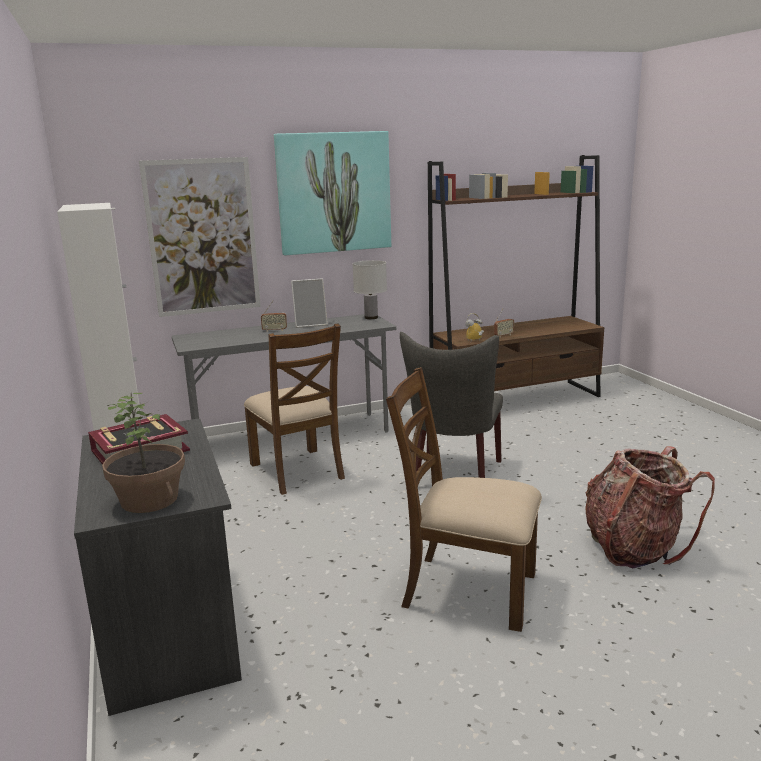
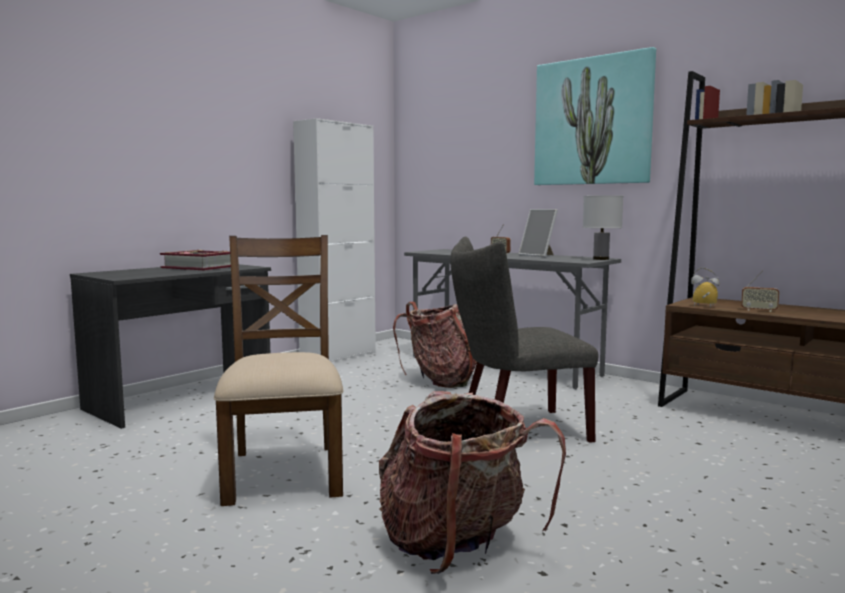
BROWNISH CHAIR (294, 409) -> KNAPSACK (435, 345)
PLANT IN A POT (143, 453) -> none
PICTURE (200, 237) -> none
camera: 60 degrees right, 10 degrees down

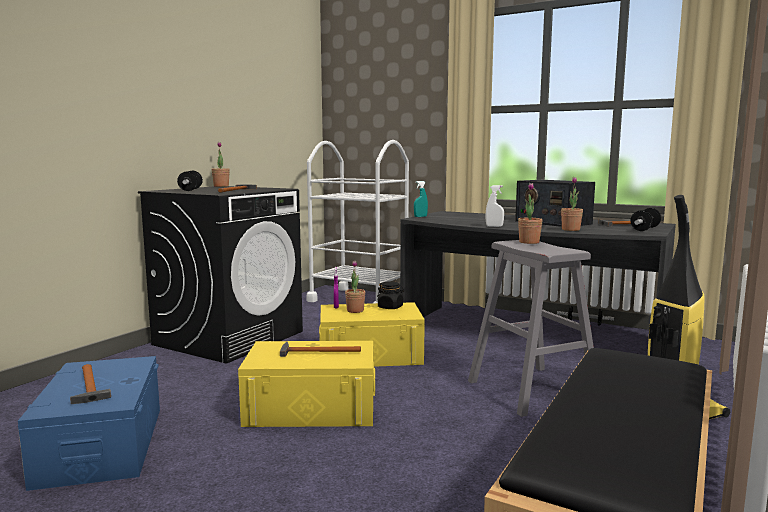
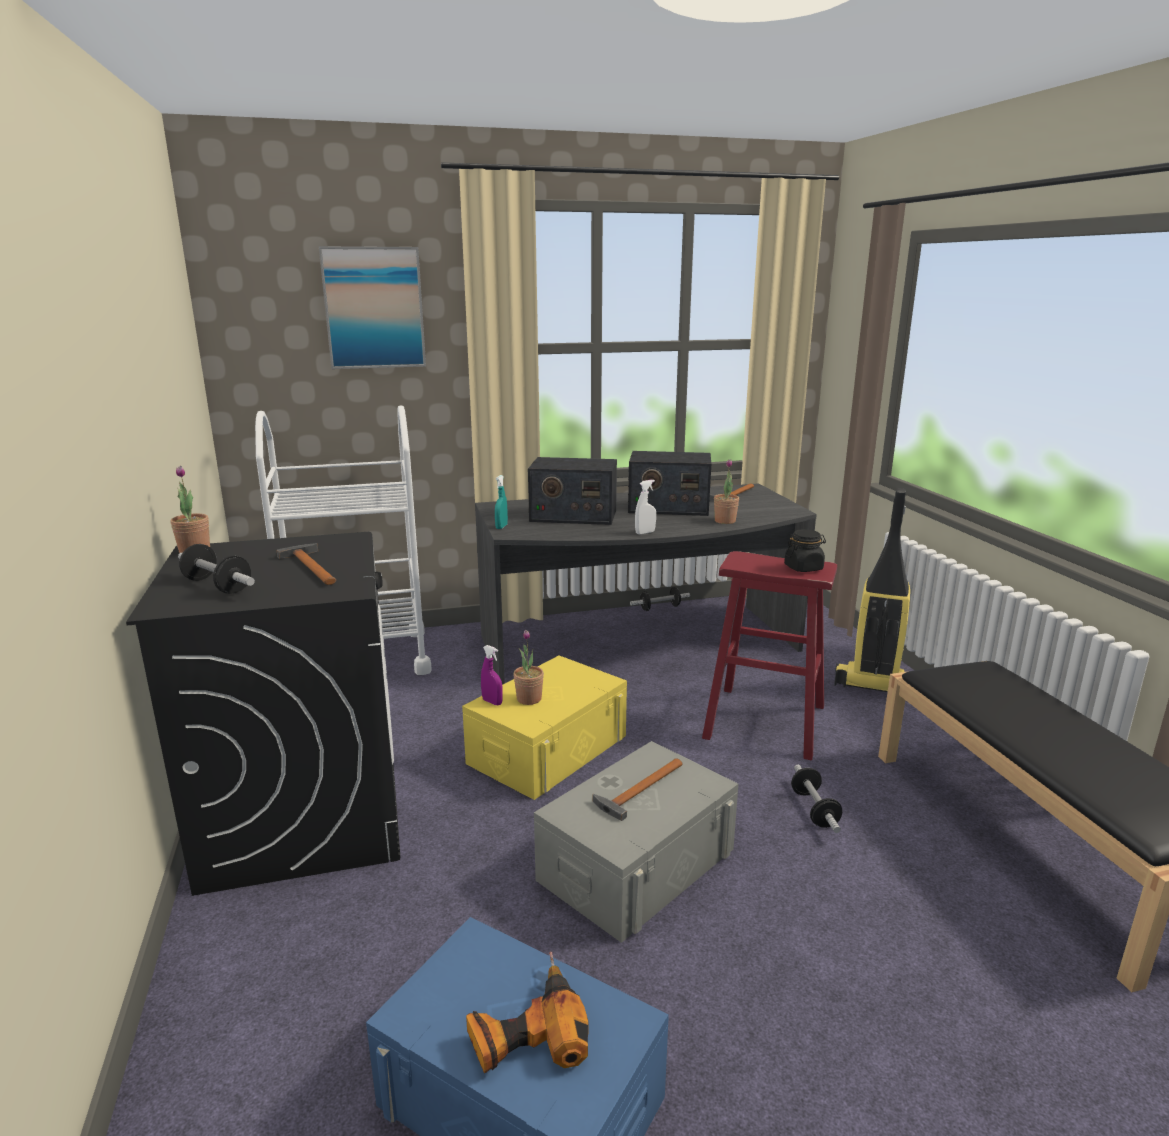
none -> PICTURE (372, 307)
HAND HAMMER (90, 384) -> ELECTRIC DRILL (527, 1012)
none -> RADIO SET (572, 491)
YELLOW STORAGE CONTAINER (306, 384) -> GRAY STORAGE CONTAINER (636, 842)
GRAY STOOL SEAT (531, 328) -> REDDISH STOOL SEAT (769, 655)
BLACK STORAGE JAR (390, 295) -> BLACK STORAGE JAR (805, 550), move
FREE WEIGHT (645, 219) -> FREE WEIGHT (816, 799), move
PLANT IN A POT (530, 213) -> none
camera: 45 degrees left, 10 degrees up

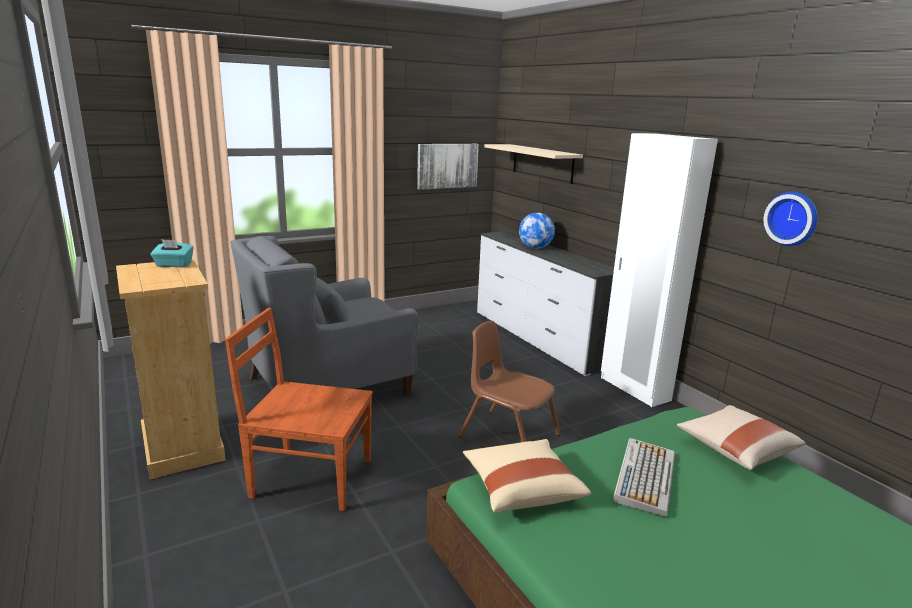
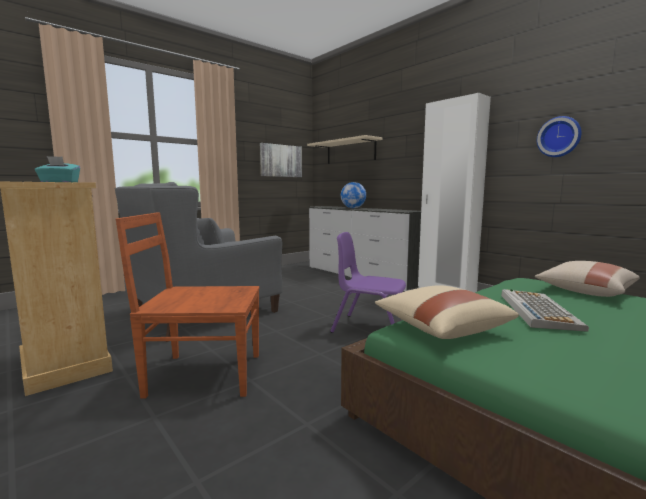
BROWNISH CHAIR (510, 381) -> PURPLE CHAIR (368, 282)
camera: 10 degrees left, 10 degrees down

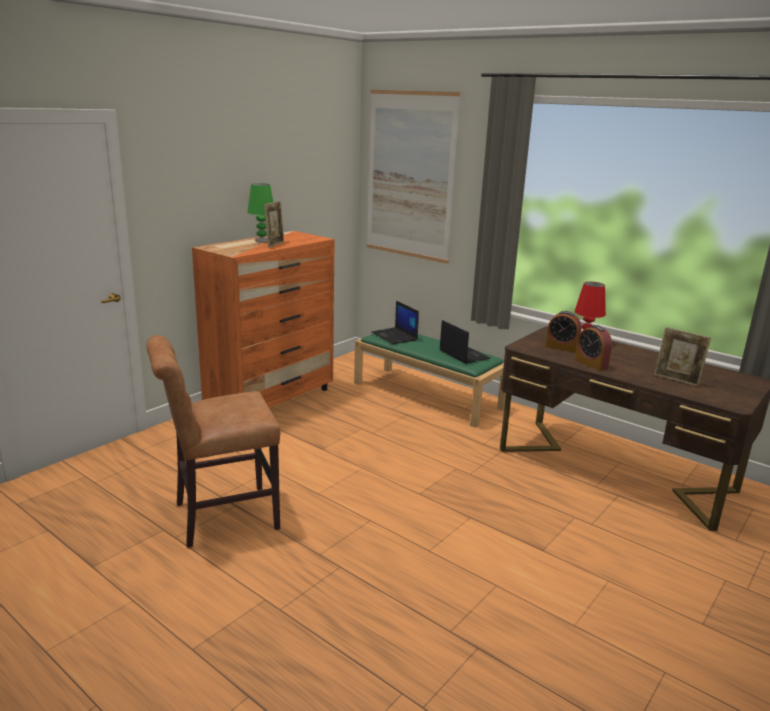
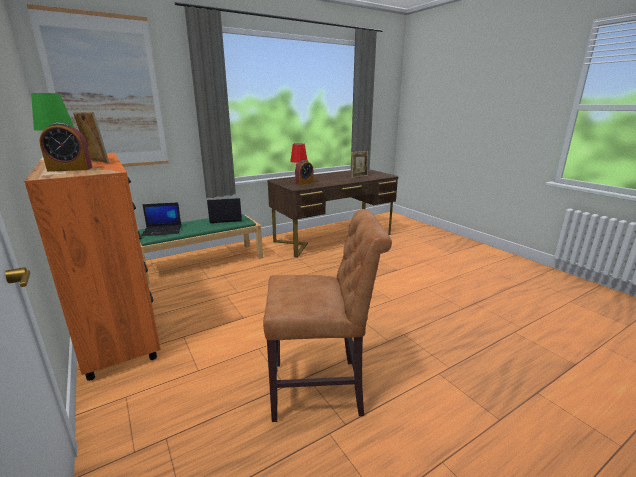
BEDSIDE CLOCK (593, 348) -> BEDSIDE CLOCK (65, 147), move
BROWNISH CHAIR (213, 441) -> BROWNISH CHAIR (327, 315), 90 degrees counterclockwise
camera: 70 degrees left, 0 degrees up

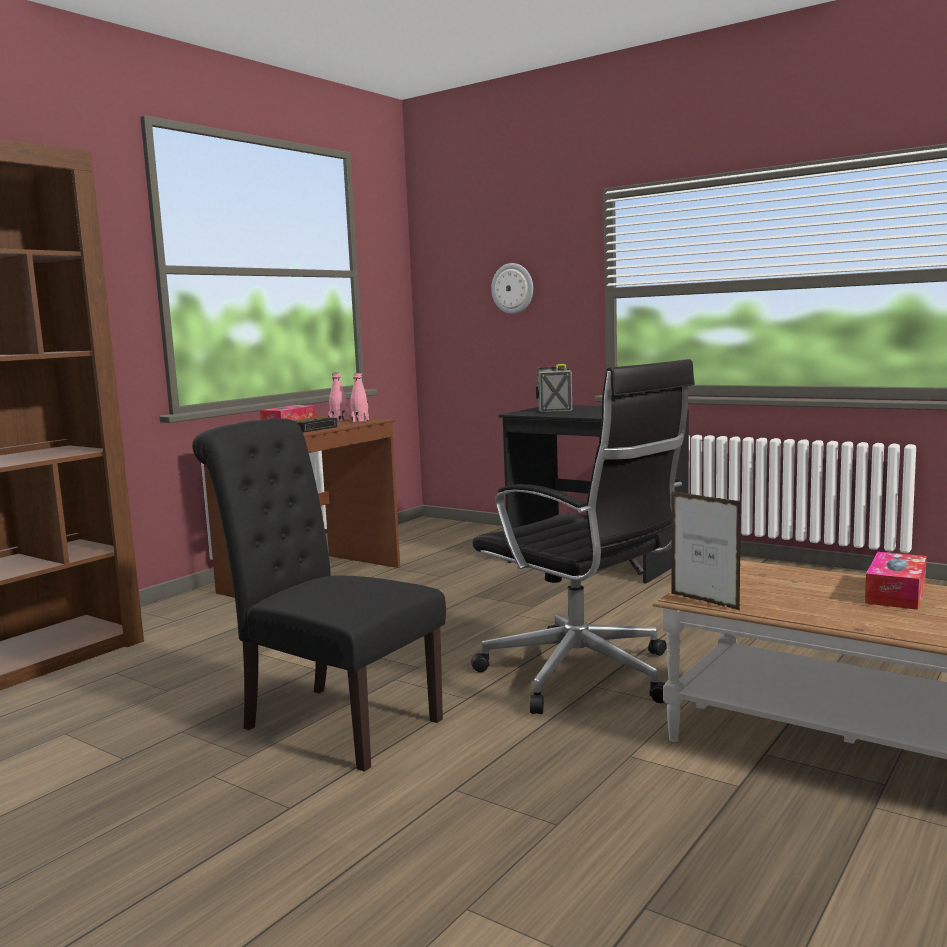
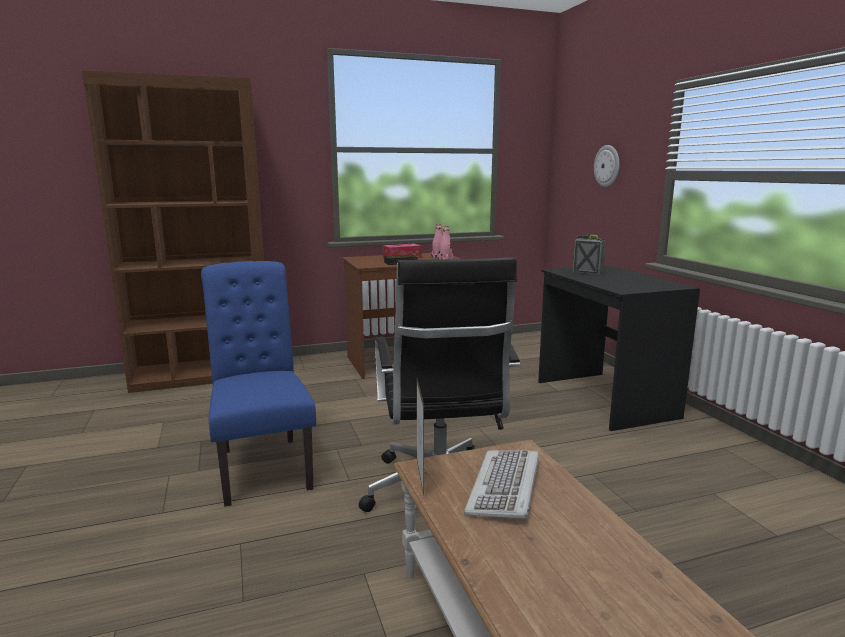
BLACK CHAIR (319, 595) -> BLUE CHAIR (258, 384)
none -> KEYBOARD (501, 485)
TISSUE HOLDER (896, 581) -> none
camera: 35 degrees right, 5 degrees up

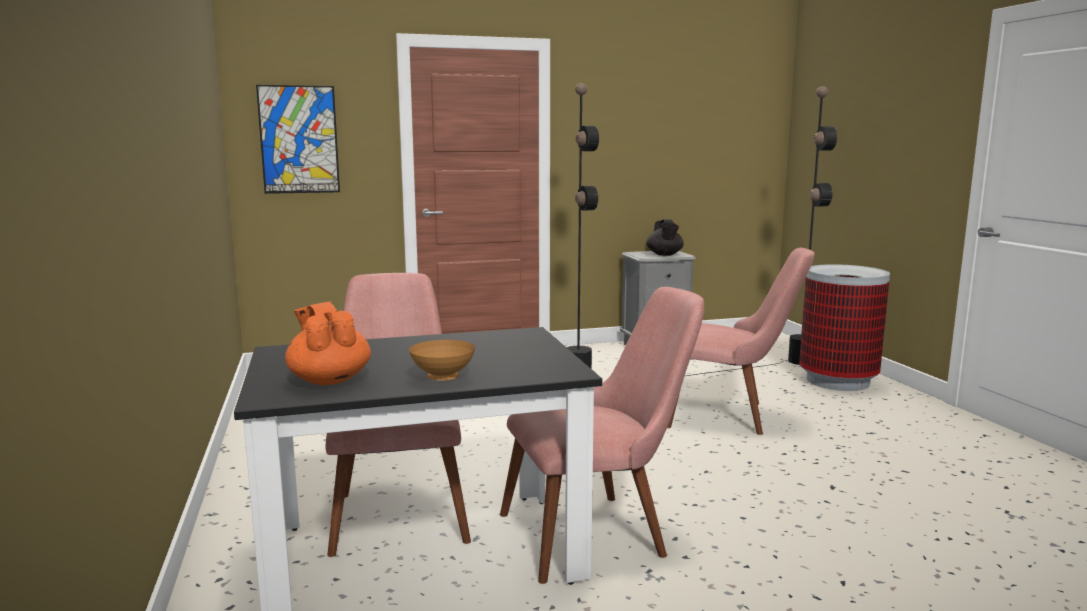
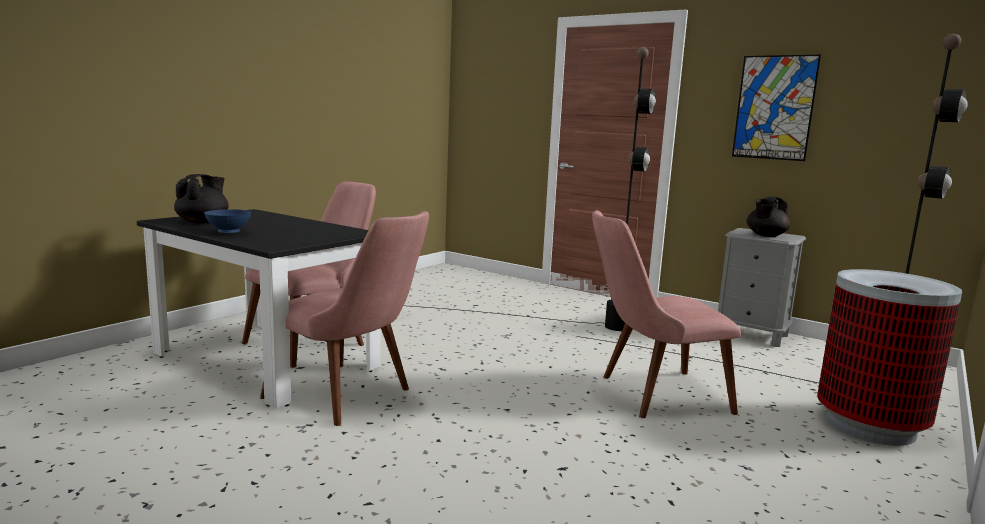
ORANGE TEA POT (328, 343) -> BLACK TEA POT (201, 199)
BROWNISH DEEP DISH (442, 360) -> BLUE DEEP DISH (227, 221)
PINK CHAIR (741, 341) -> PINK CHAIR (666, 314), 105 degrees clockwise
PICTURE (298, 139) -> PICTURE (776, 108), move
camera: 50 degrees right, 0 degrees up

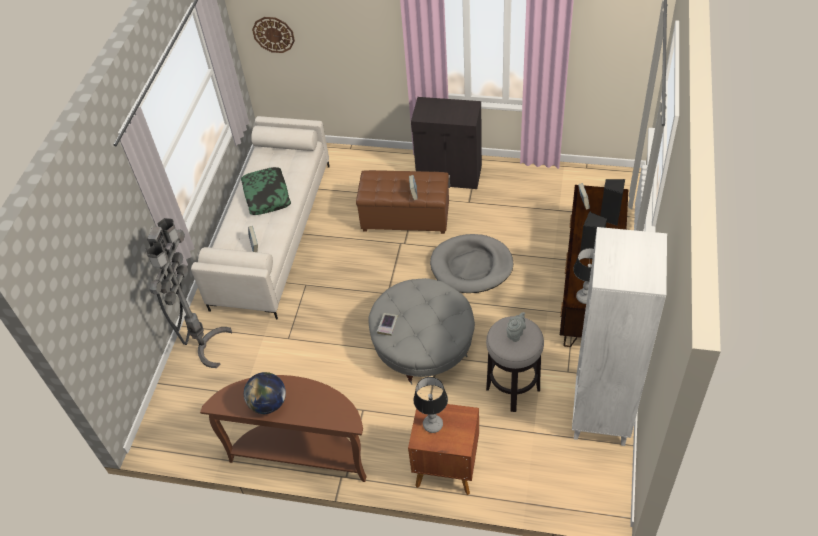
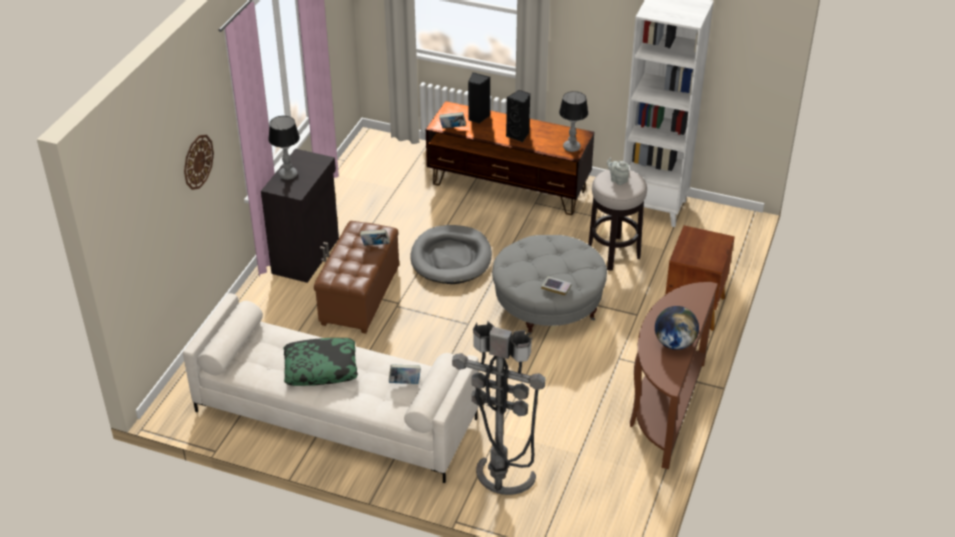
HANGING CLOCK (273, 35) -> HANGING CLOCK (199, 162), move
TABLETOP LAMP (430, 405) -> TABLETOP LAMP (284, 148), move
camera: 85 degrees left, 10 degrees down

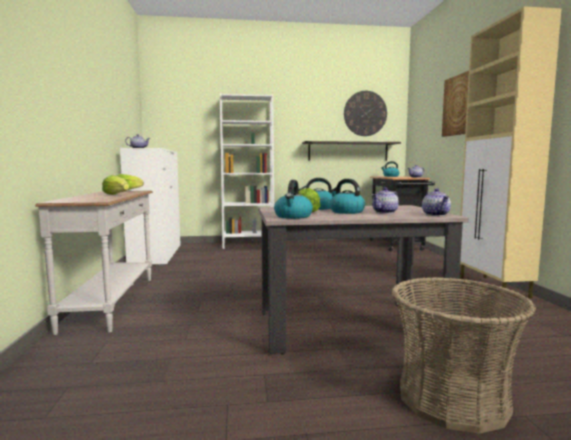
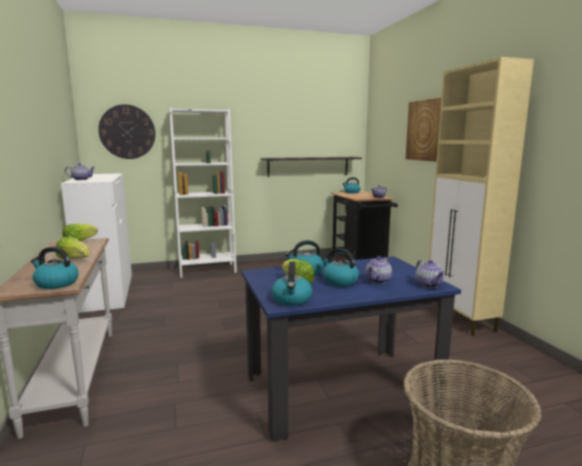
none -> TEA KETTLE (55, 267)
HANGING CLOCK (365, 113) -> HANGING CLOCK (127, 131), move
SAND-COLOURED KITCHEN TABLE (363, 280) -> BLUE KITCHEN TABLE (351, 348)
camera: 10 degrees left, 5 degrees up

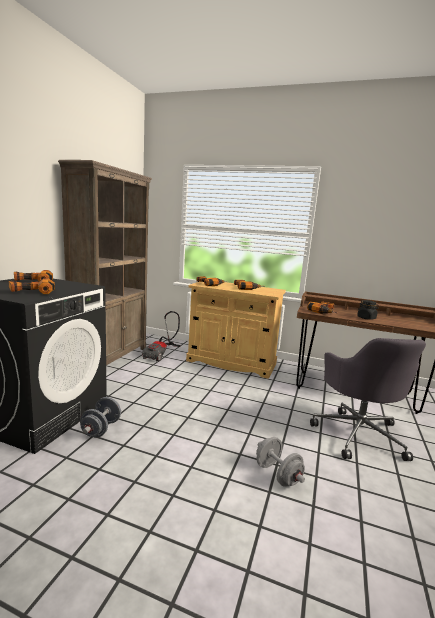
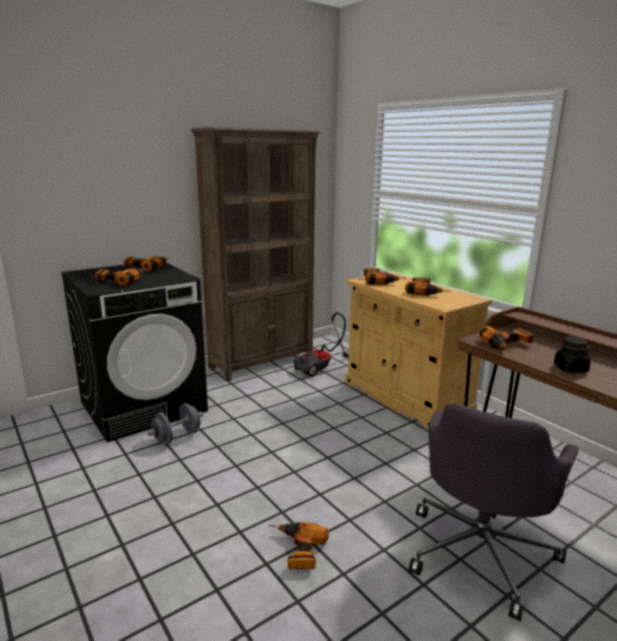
GRAY FREE WEIGHT (280, 462) -> ELECTRIC DRILL (299, 545)
camera: 35 degrees right, 5 degrees up

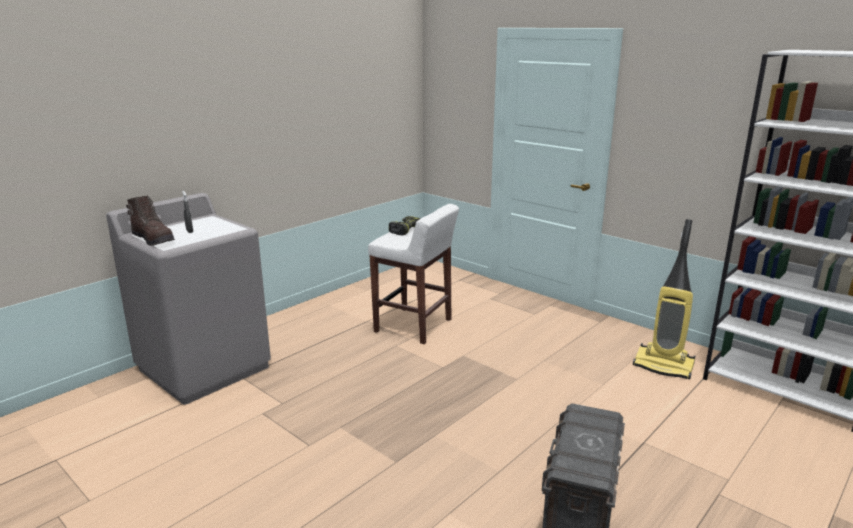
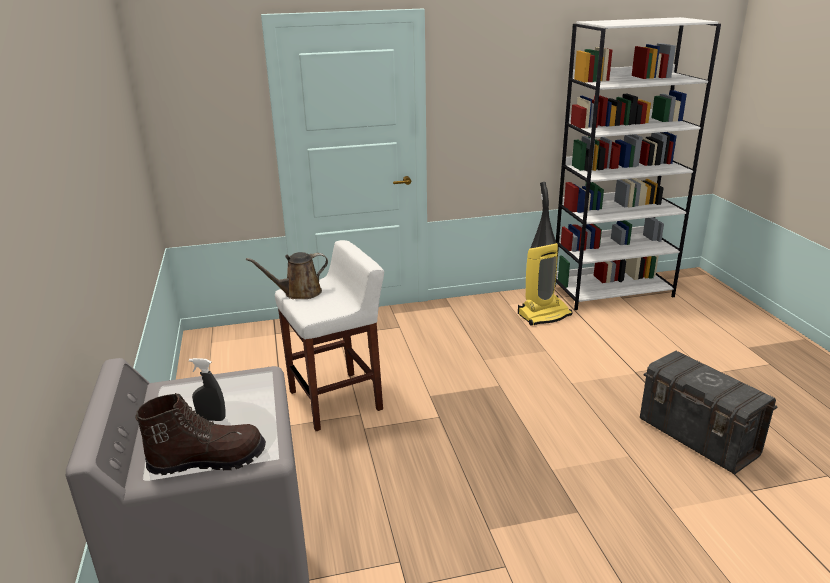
ELECTRIC DRILL (405, 226) -> BROWNISH SPRINKLING CAN (287, 275)
camera: 55 degrees left, 5 degrees up

